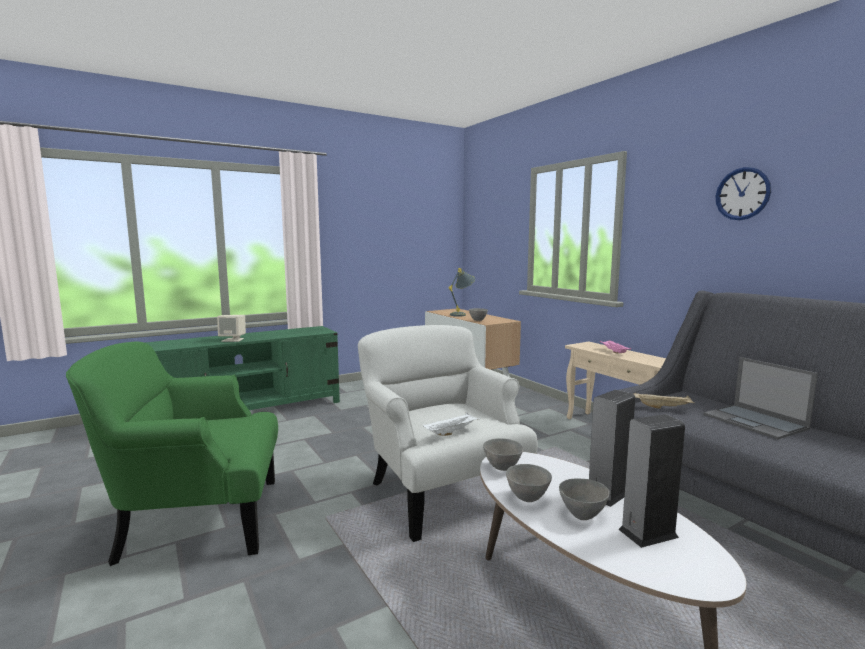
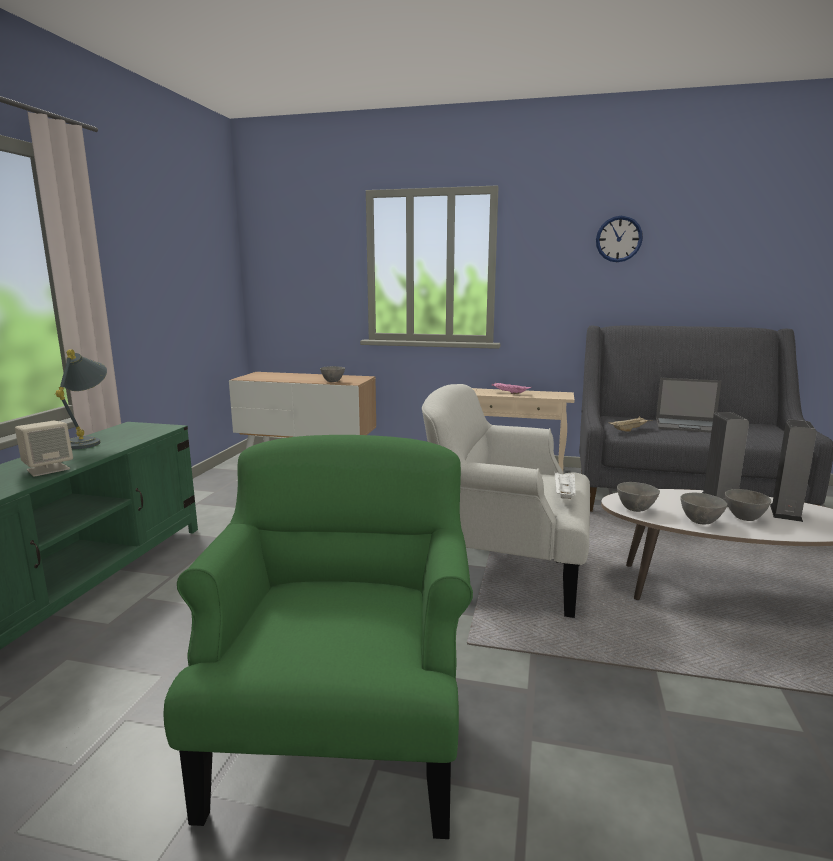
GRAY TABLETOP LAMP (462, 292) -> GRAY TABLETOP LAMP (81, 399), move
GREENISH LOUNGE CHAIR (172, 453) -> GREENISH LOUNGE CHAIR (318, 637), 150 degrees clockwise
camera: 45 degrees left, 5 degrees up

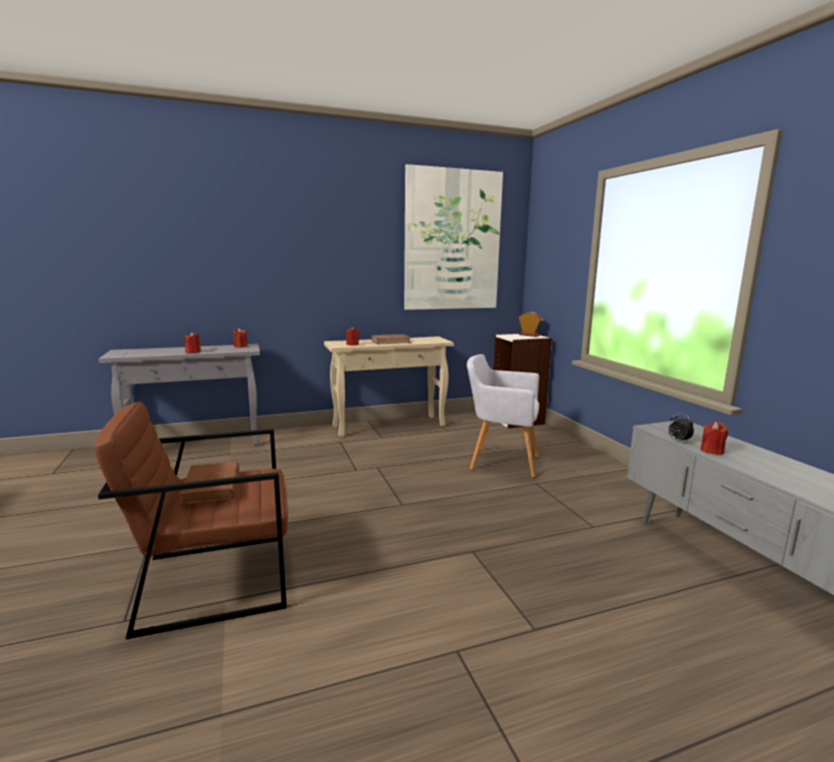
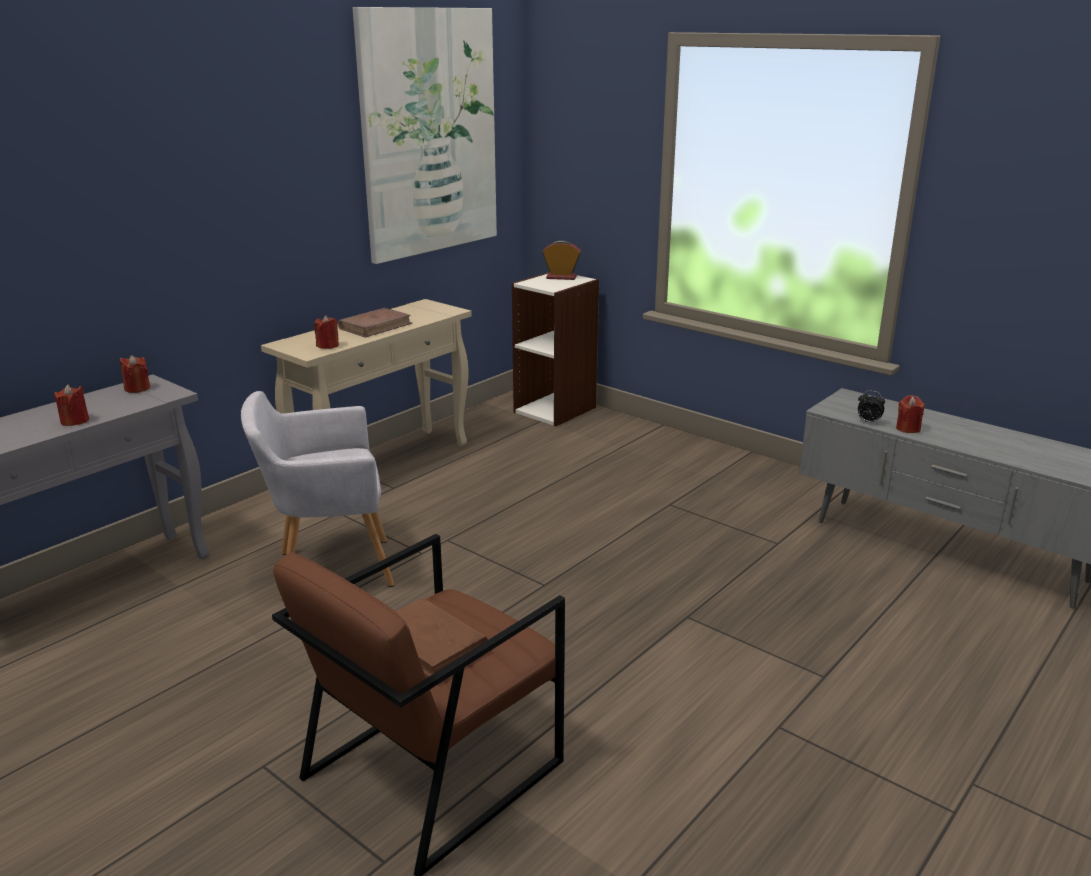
GRAY LOUNGE CHAIR (503, 416) -> GRAY LOUNGE CHAIR (318, 496), move
camera: 30 degrees left, 10 degrees up

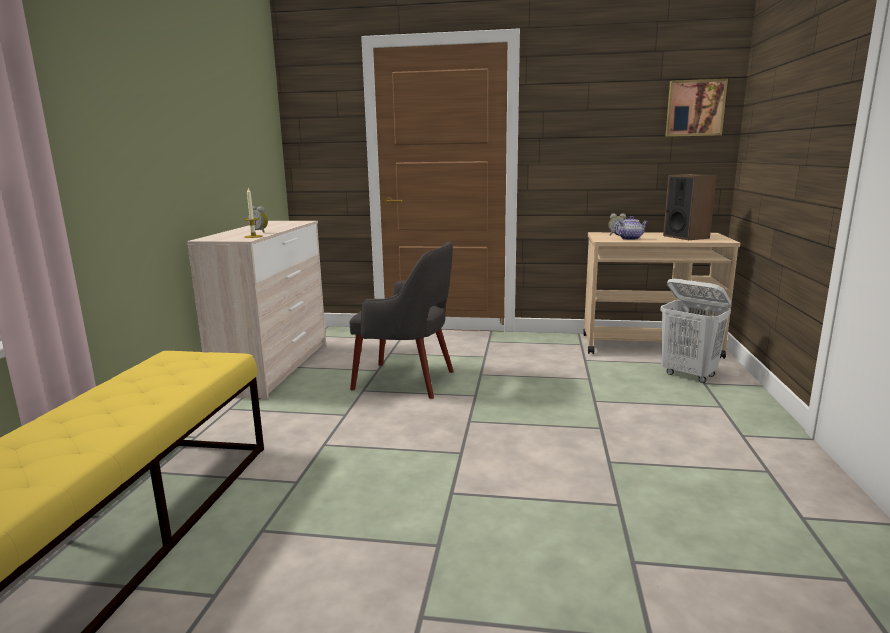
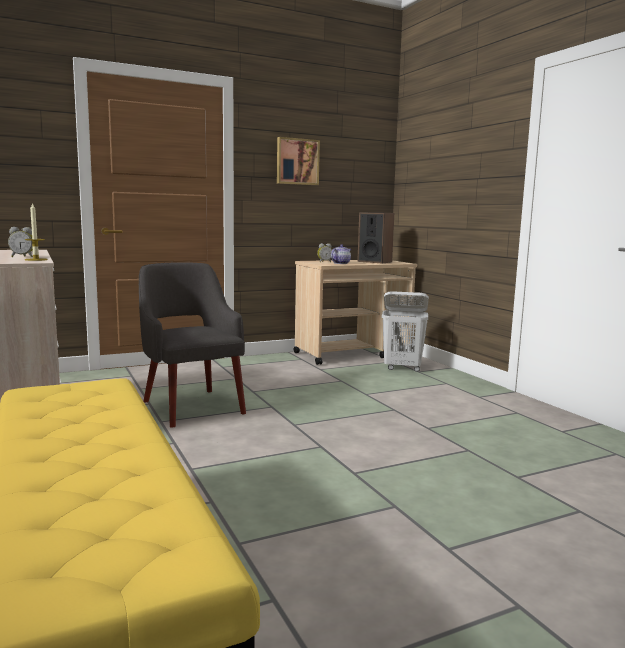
GRAY LOUNGE CHAIR (402, 320) -> GRAY LOUNGE CHAIR (192, 345), 105 degrees counterclockwise
PICTURE (696, 108) -> PICTURE (298, 161), move
camera: 35 degrees left, 5 degrees down

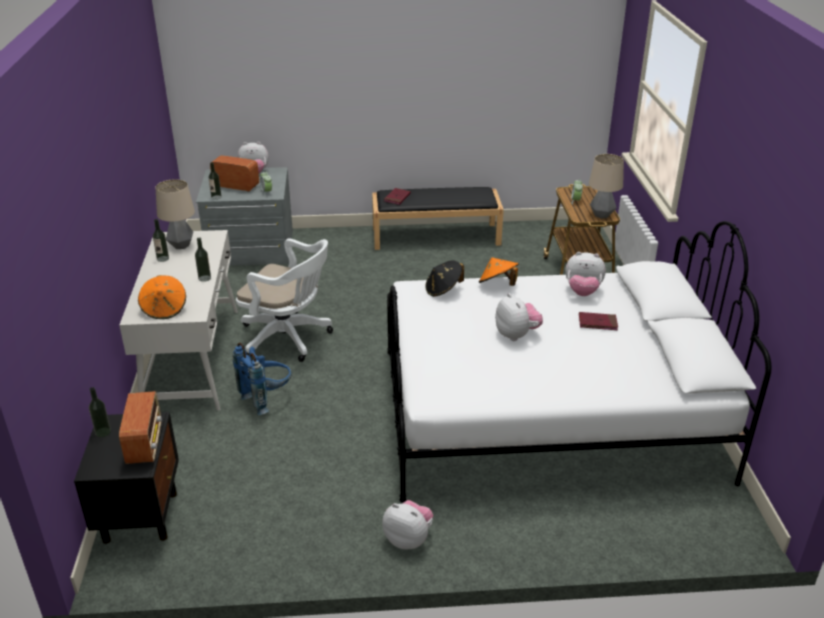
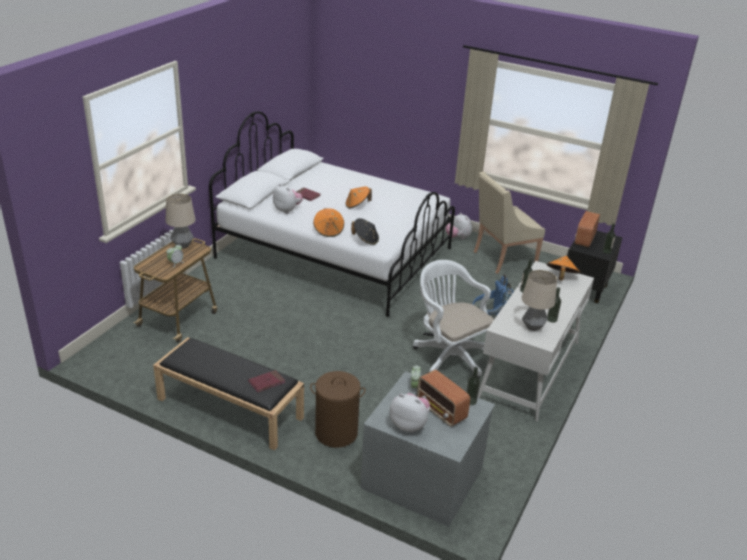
none -> BROWNISH LAUNDRY BASKET (338, 409)
SOFT TOY (519, 317) -> ORANGE CLOTHING HAT (359, 197)
none -> SAND-COLOURED LOUNGE CHAIR (509, 222)
camera: 150 degrees left, 0 degrees up

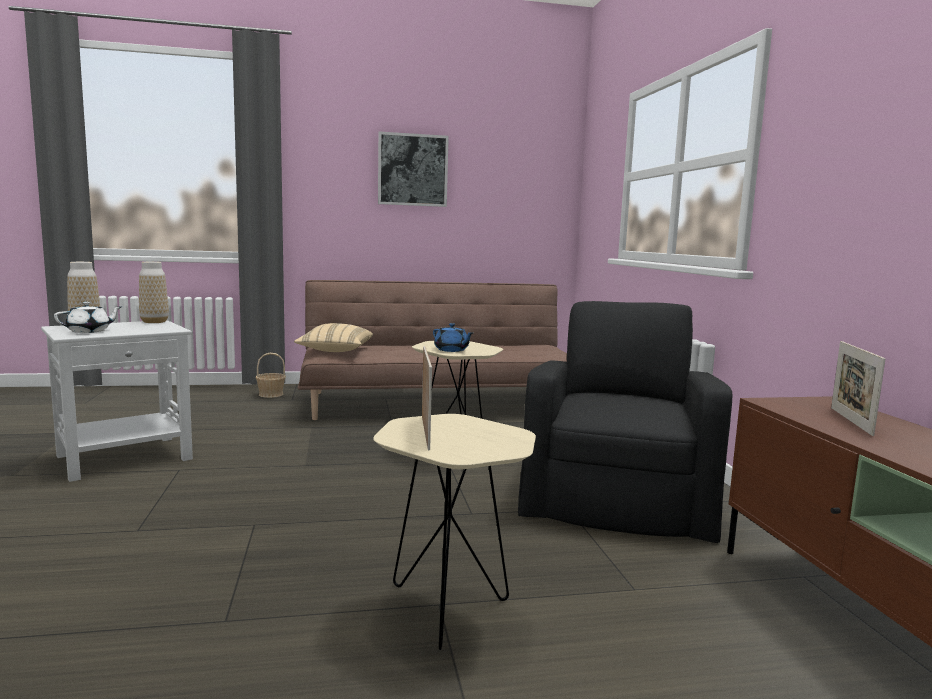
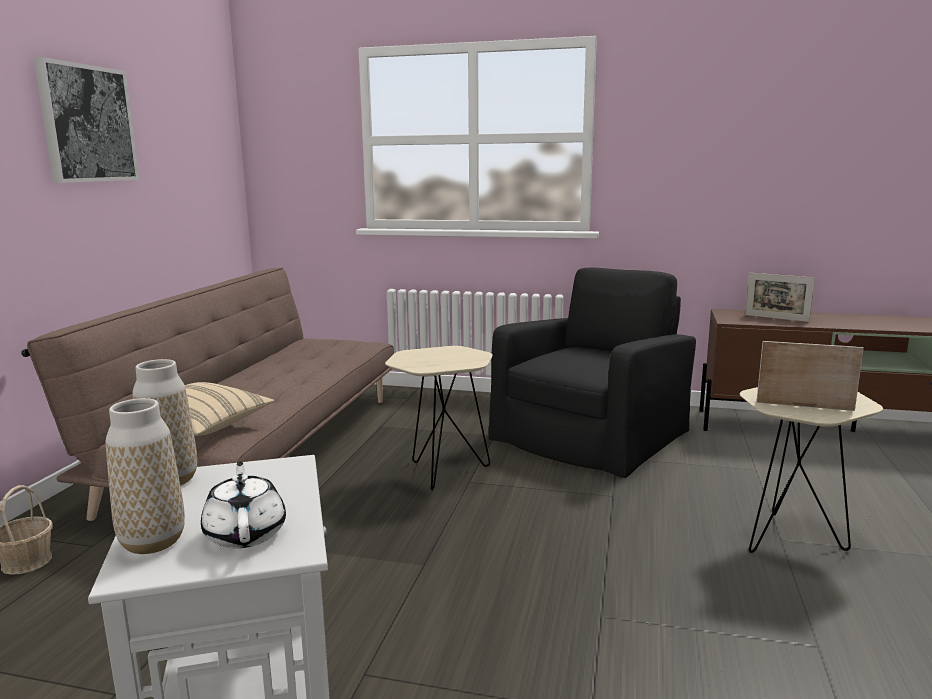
BLACK LOUNGE CHAIR (625, 422) -> BLACK LOUNGE CHAIR (592, 373), 90 degrees clockwise
BLUE TEA POT (453, 337) -> none
camera: 65 degrees left, 5 degrees up

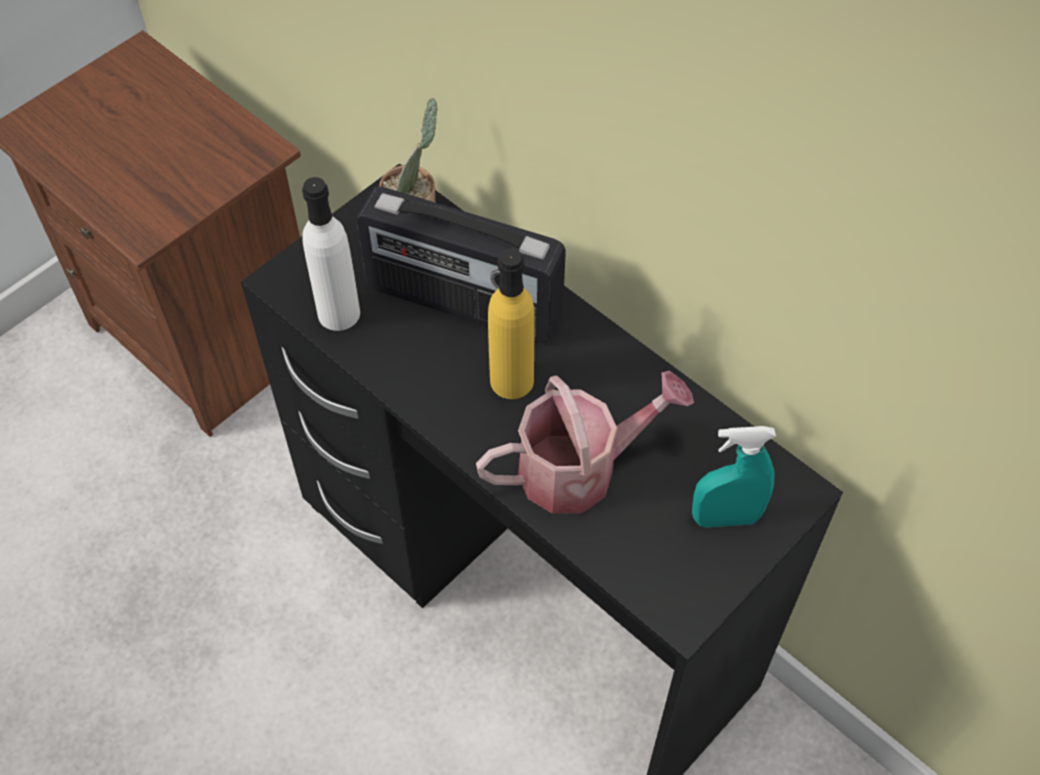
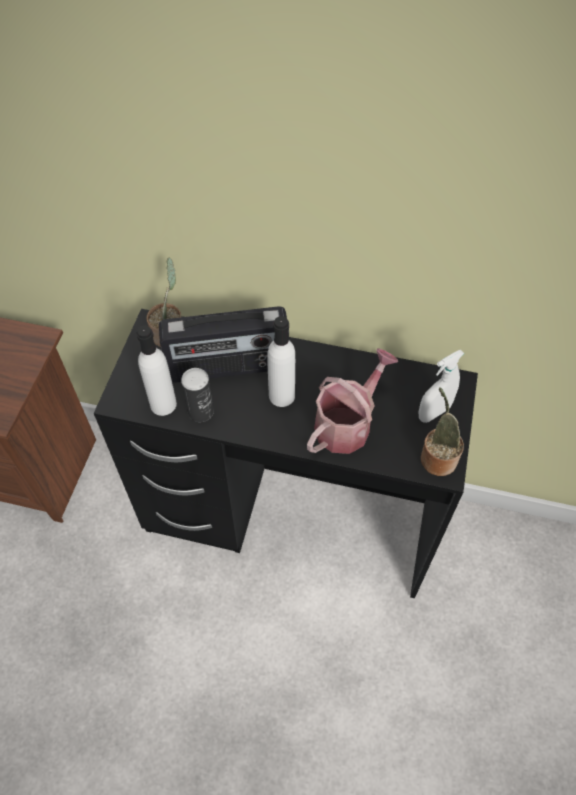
none -> SEALED CAN (197, 395)
YELLOW BOTTLE (511, 323) -> WHITE-COLOURED BOTTLE (281, 361)
TURQUOISE SPRAYER (734, 477) -> WHITE-COLOURED SPRAYER (441, 386)
none -> PLANT IN A POT (442, 431)
camera: 30 degrees left, 0 degrees up

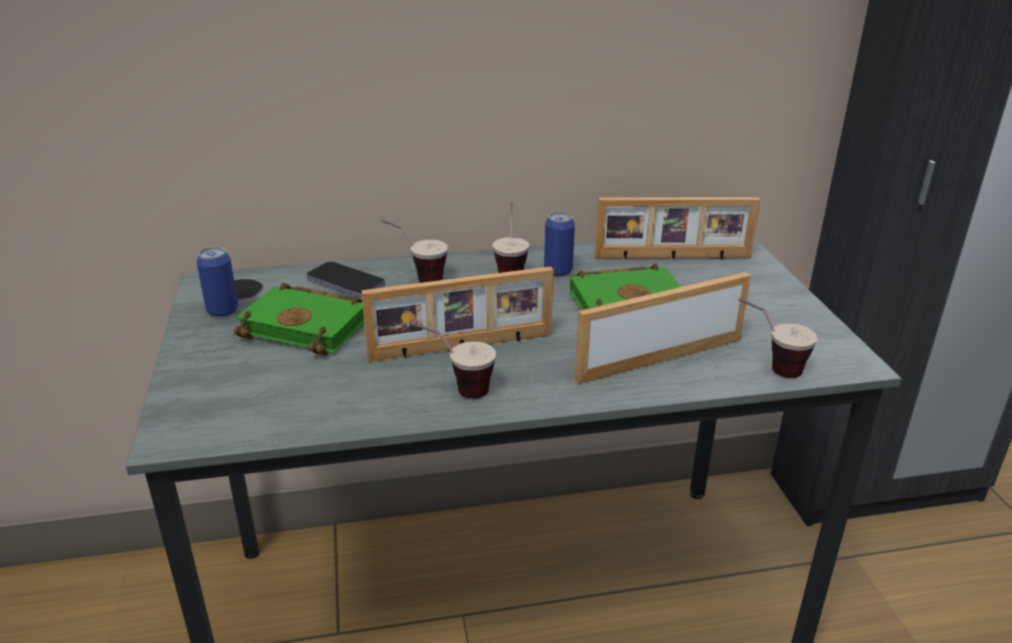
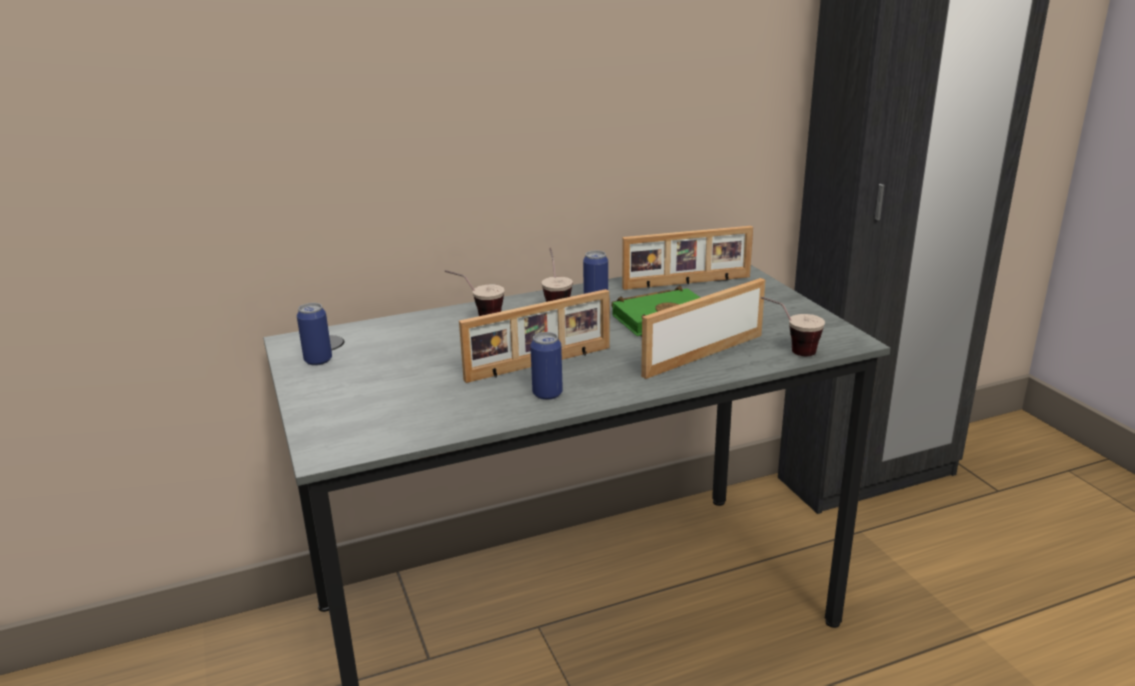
DRINKING CUP (453, 361) -> SEALED CAN (546, 366)
GREENISH BOUND BOOK (298, 319) -> none
PHONE (346, 279) -> none
camera: 10 degrees left, 5 degrees down

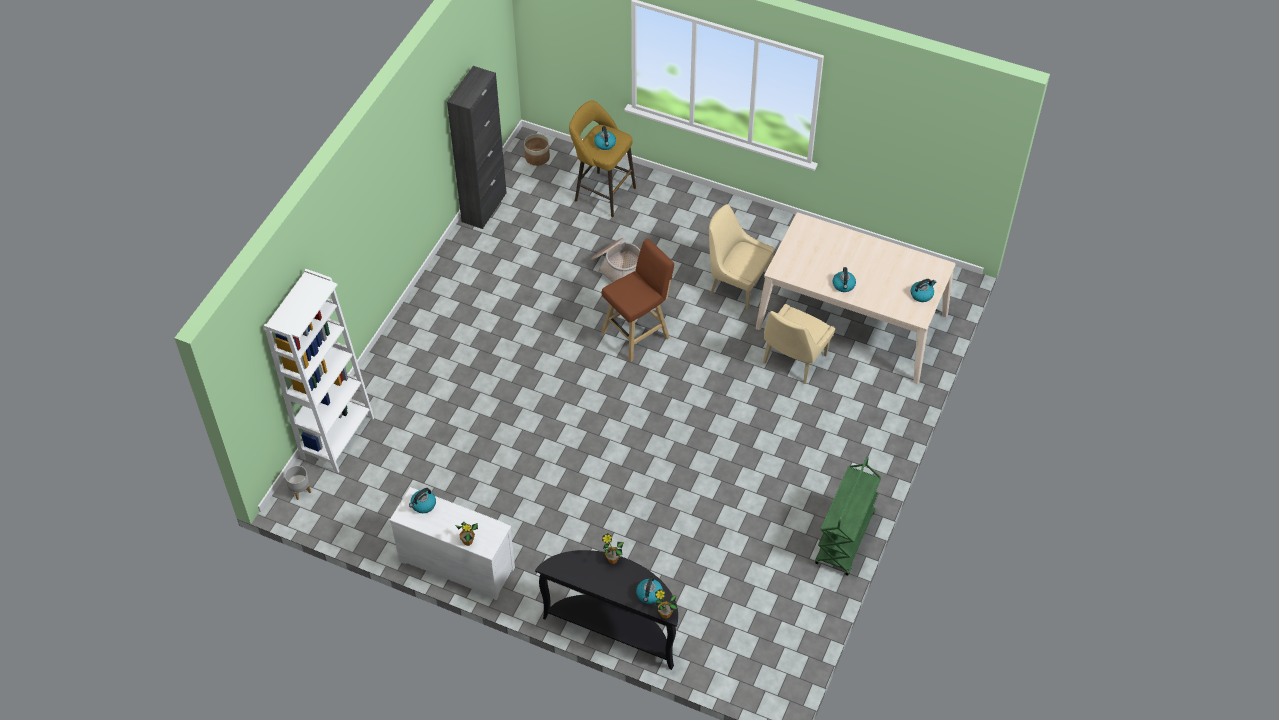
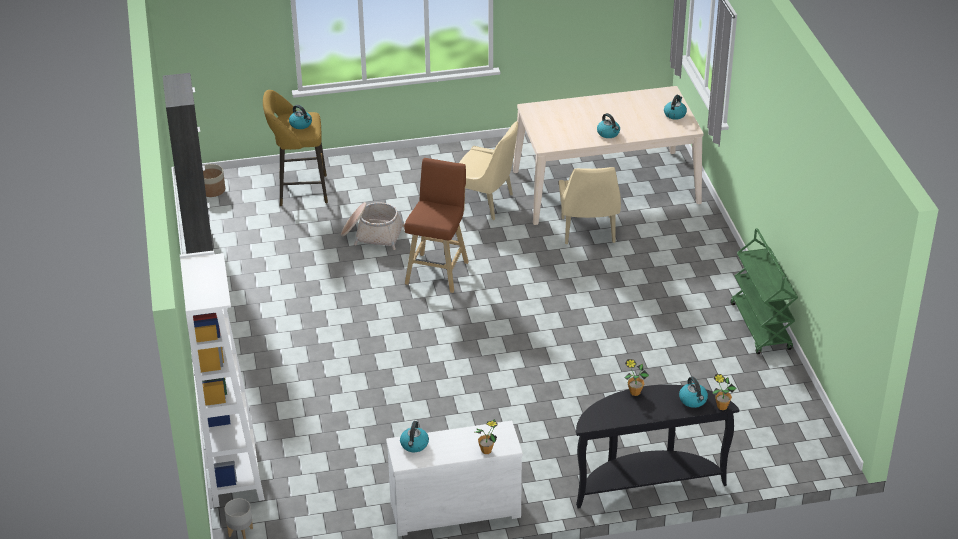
SAND-COLOURED CHAIR (741, 257) -> SAND-COLOURED CHAIR (488, 170), 150 degrees counterclockwise
camera: 35 degrees left, 15 degrees down

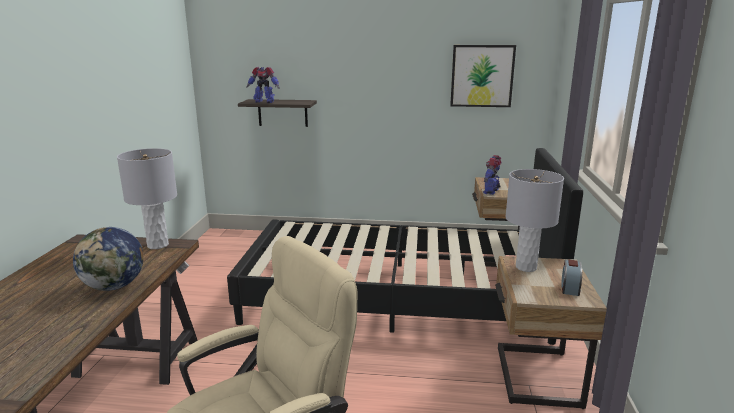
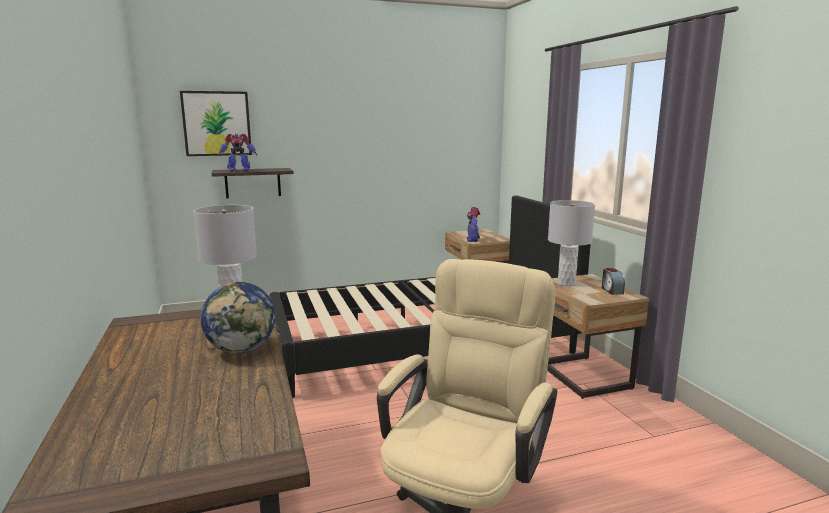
PICTURE (483, 76) -> PICTURE (216, 123), move
camera: 25 degrees left, 5 degrees down

